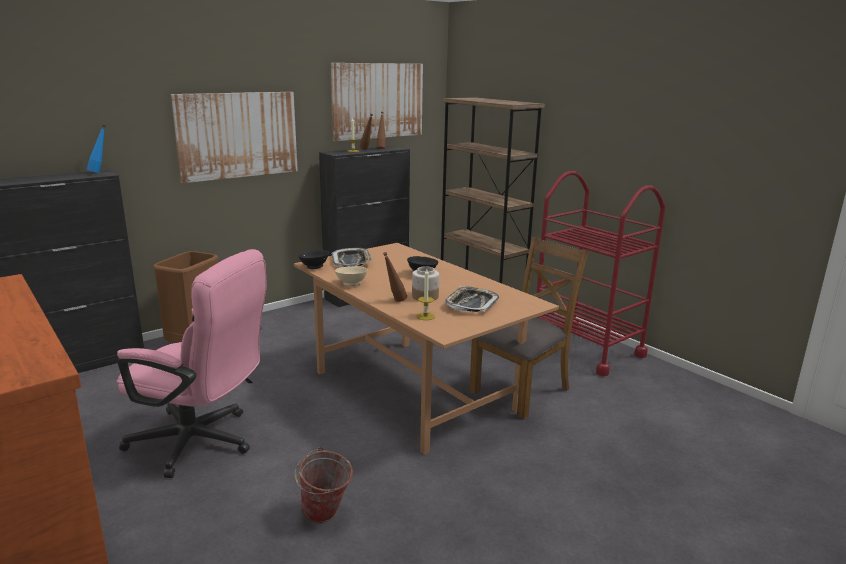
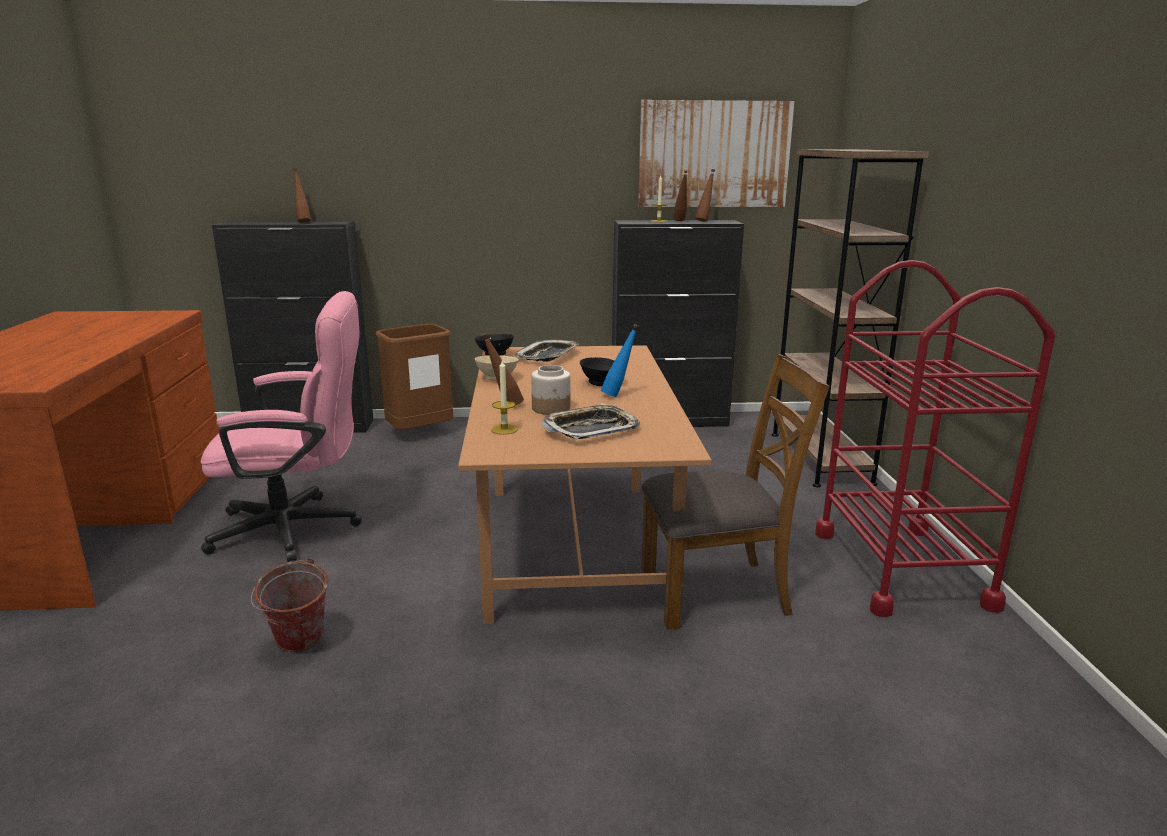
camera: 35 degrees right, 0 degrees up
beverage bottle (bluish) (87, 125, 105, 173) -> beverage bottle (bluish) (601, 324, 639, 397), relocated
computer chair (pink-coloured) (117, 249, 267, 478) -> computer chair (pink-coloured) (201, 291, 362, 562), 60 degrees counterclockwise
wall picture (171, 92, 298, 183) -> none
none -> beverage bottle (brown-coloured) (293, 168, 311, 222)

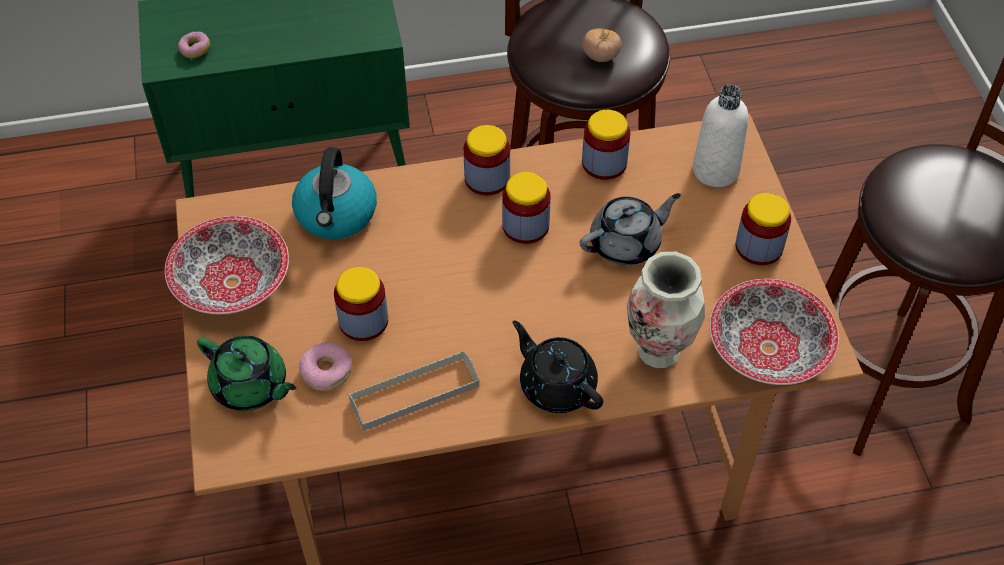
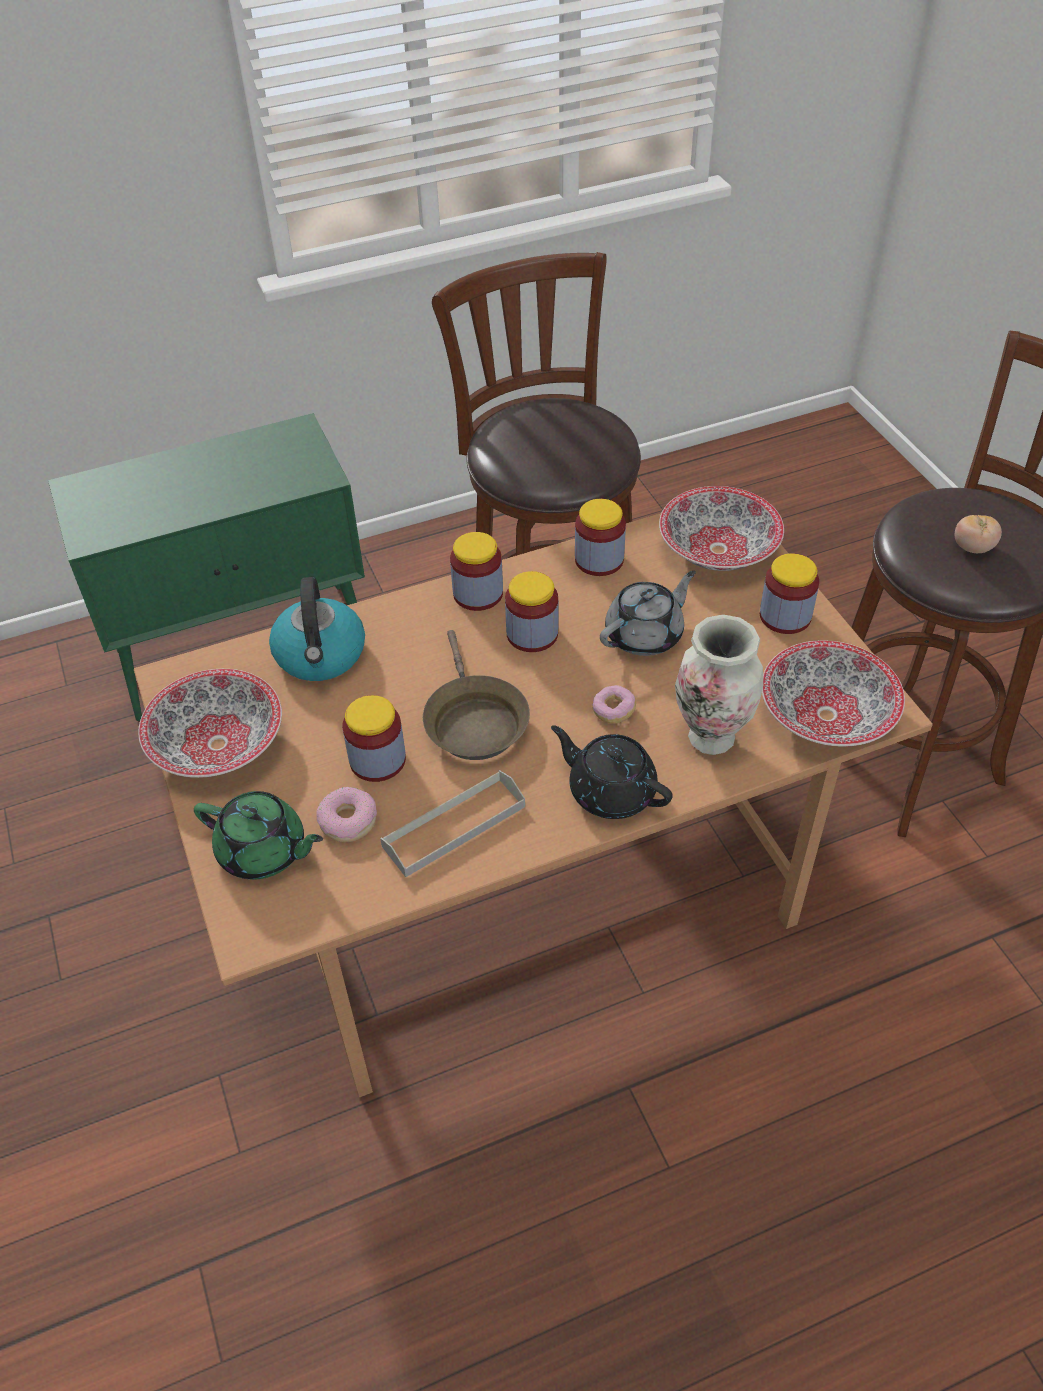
camera: 10 degrees left, 5 degrees down
donut (178, 32, 210, 58) -> donut (592, 685, 636, 723), relocated
fresh tomato (582, 28, 622, 62) -> fresh tomato (955, 515, 1002, 553), relocated
beverage bottle (white-coloured) (693, 85, 748, 187) -> deep dish (659, 486, 784, 571)
none -> skillet (brown-coloured) (423, 630, 530, 760)

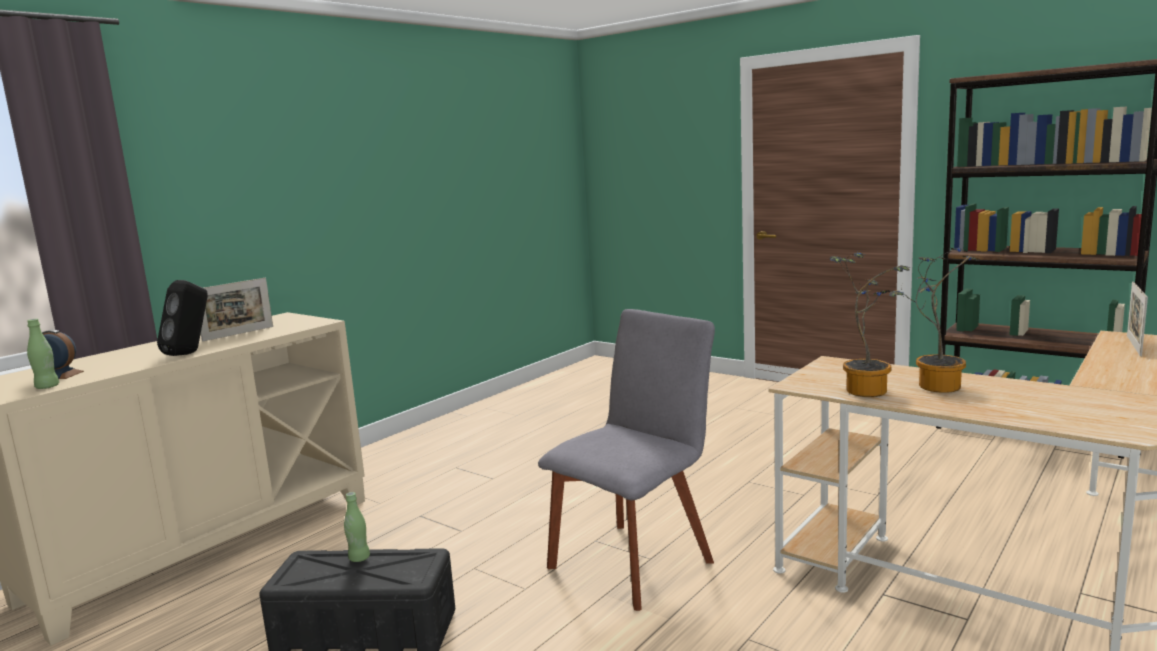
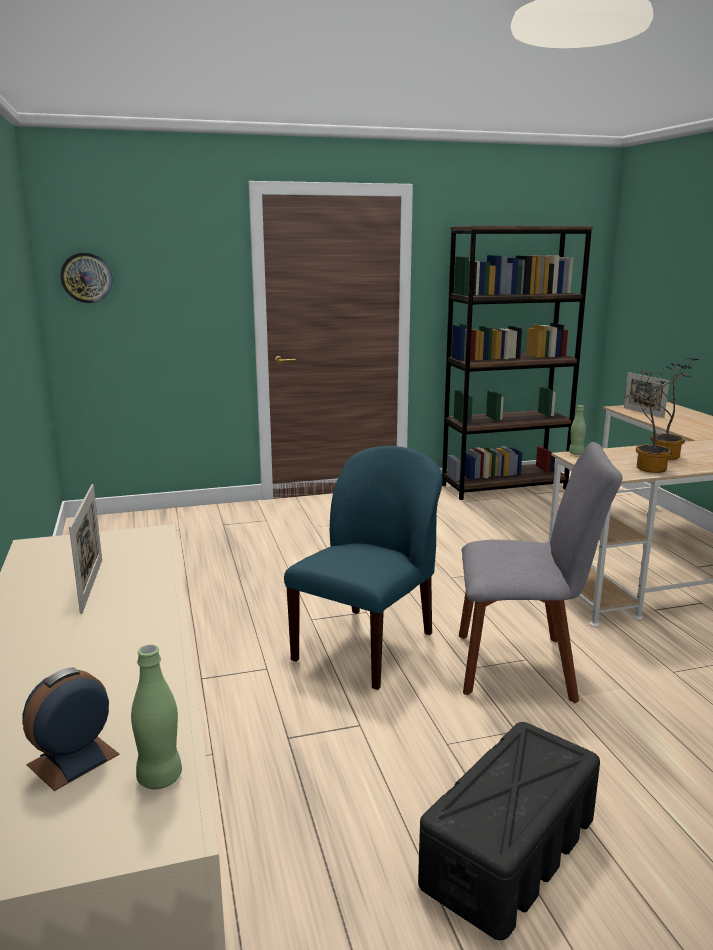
camera: 55 degrees left, 5 degrees up
loudspeaker (blackish) (157, 280, 208, 356) -> none
beverage bottle (green-coloured) (344, 492, 370, 562) -> beverage bottle (green-coloured) (569, 405, 586, 455), relocated
upright chair (gray) (538, 309, 715, 611) -> upright chair (gray) (459, 442, 622, 704), 105 degrees clockwise
none -> wall clock (60, 253, 112, 303)
none -> upright chair (bluish) (284, 446, 443, 690)

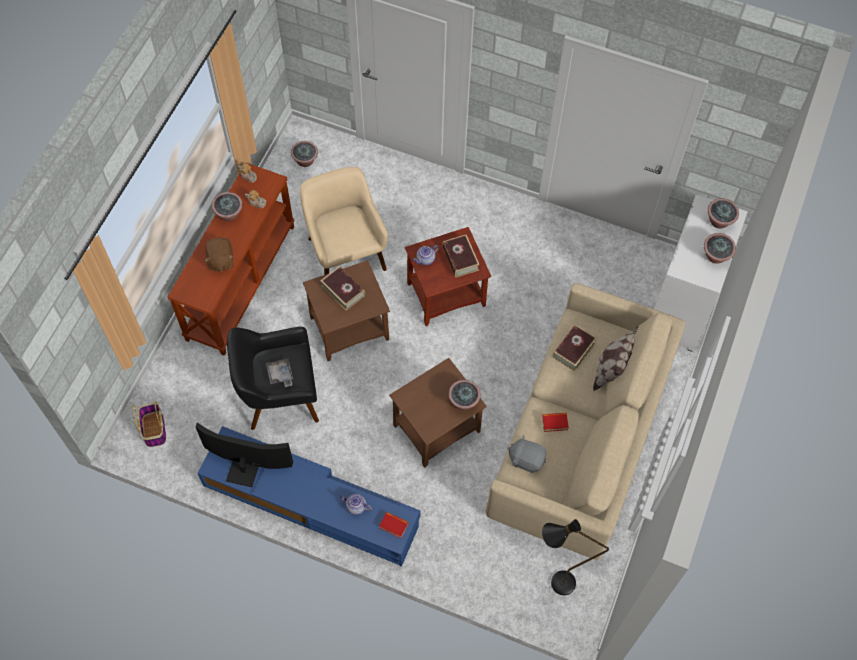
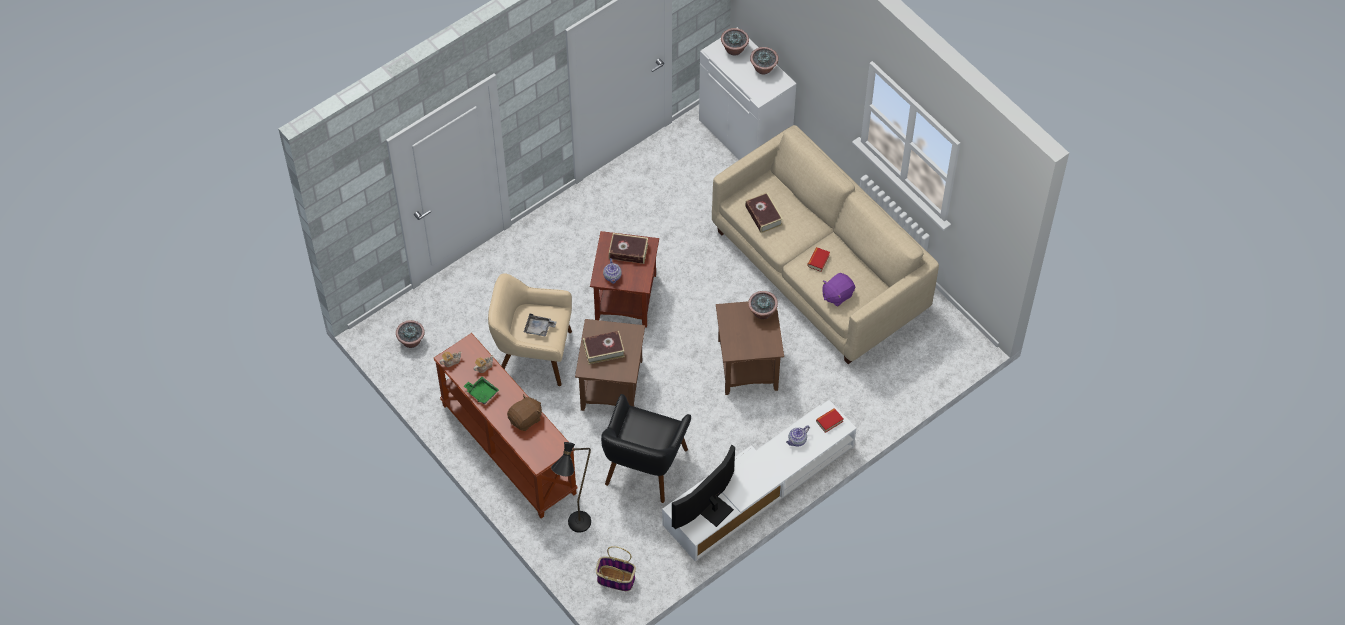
camera: 60 degrees left, 5 degrees down
tv stand (bluish) (197, 426, 420, 567) -> tv stand (white-coloured) (662, 400, 856, 561)
plush toy (brown-coloured) (204, 238, 233, 272) -> plush toy (brown-coloured) (507, 394, 542, 431), 60 degrees counterclockwise
plant in a pot (212, 192, 243, 221) -> carrying tray (green-coloured) (464, 377, 499, 404)
carrying tray (gray) (266, 358, 293, 387) -> carrying tray (gray) (524, 313, 557, 337), relocated
plush toy (gray) (507, 435, 546, 473) -> plush toy (purplish) (822, 273, 855, 307)
standard lamp (blackish) (542, 519, 609, 595) -> standard lamp (blackish) (551, 442, 591, 533), relocated
cushion (593, 326, 639, 391) -> none

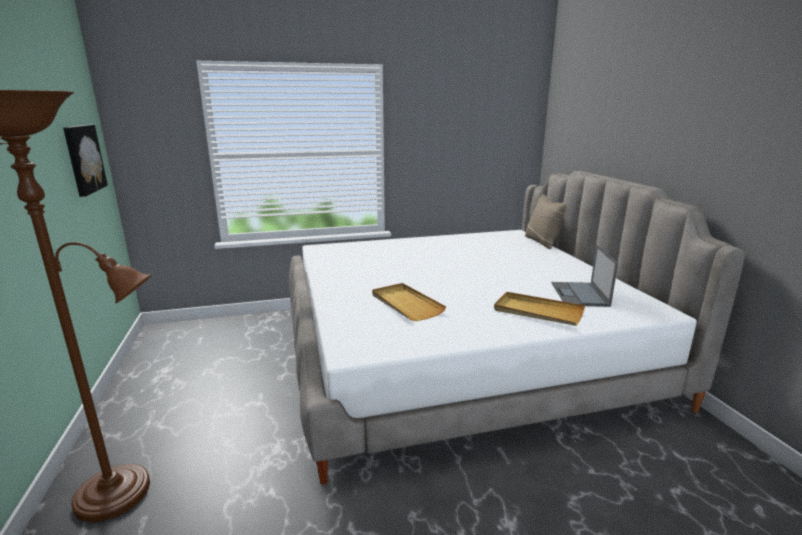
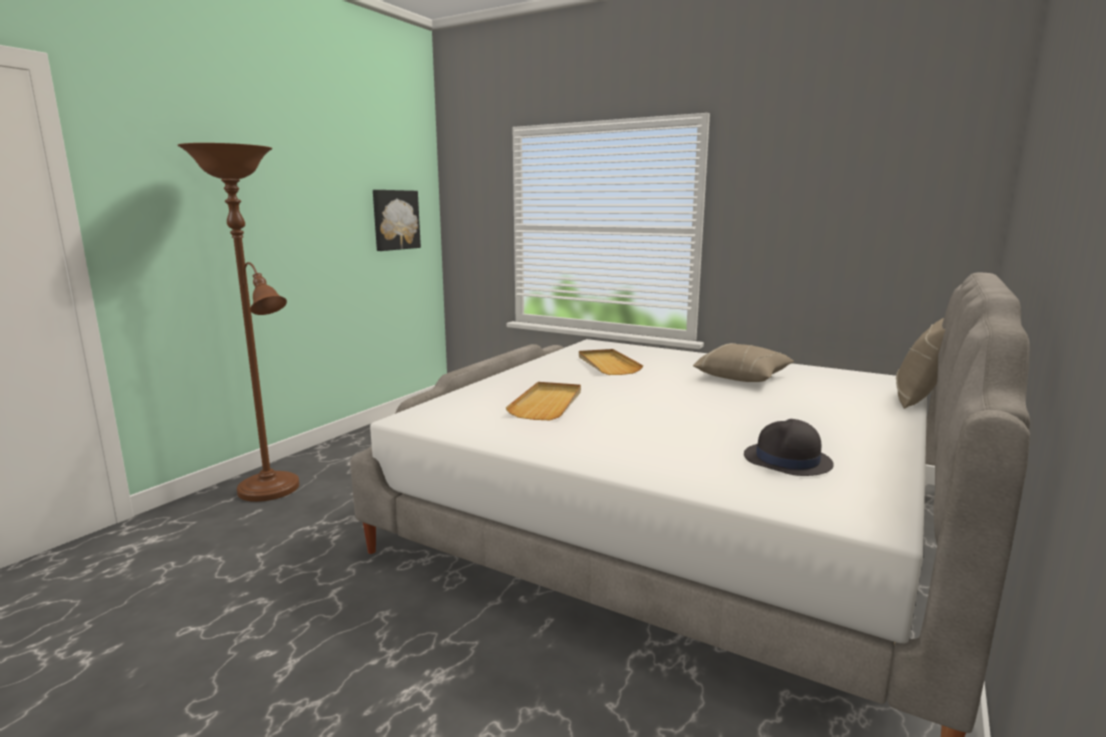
camera: 45 degrees right, 5 degrees down
carrying tray (sand-coloured) (494, 292, 585, 326) -> carrying tray (sand-coloured) (579, 349, 643, 375), relocated
laptop (552, 245, 618, 307) -> wearable hat (blackish) (744, 419, 834, 476)
none -> cushion (sand-coloured) (693, 343, 794, 382)

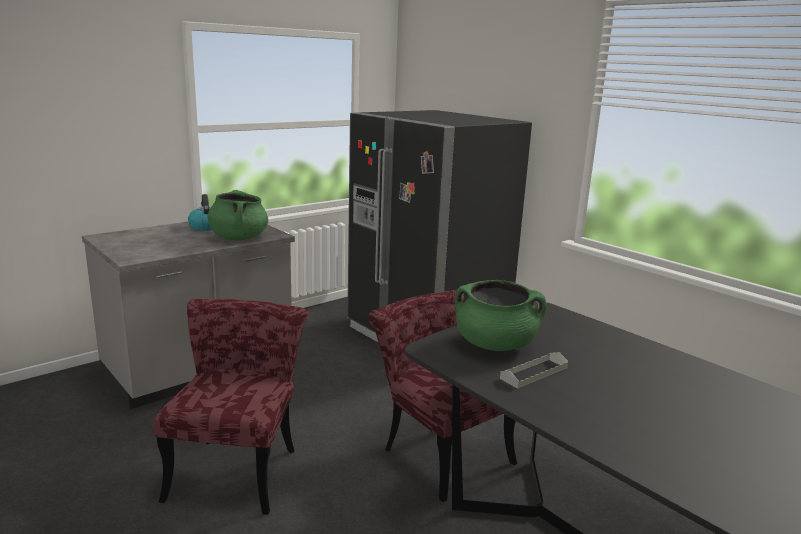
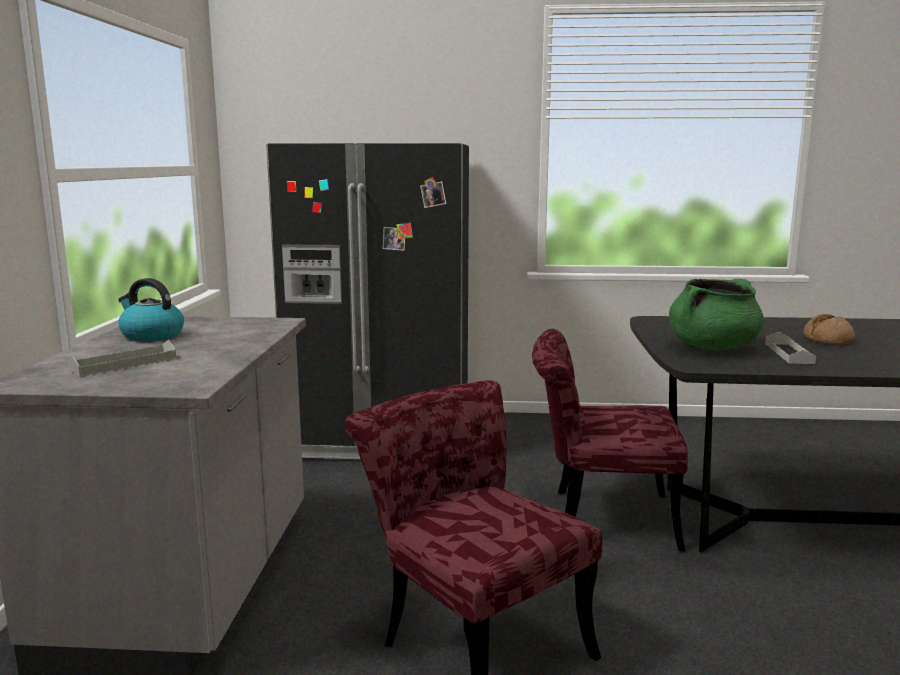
camera: 45 degrees left, 5 degrees down
cooking pot (green-coloured) (207, 190, 268, 240) -> none
none -> carrying tray (gray) (68, 340, 176, 376)
none -> bakery bread (804, 314, 855, 345)

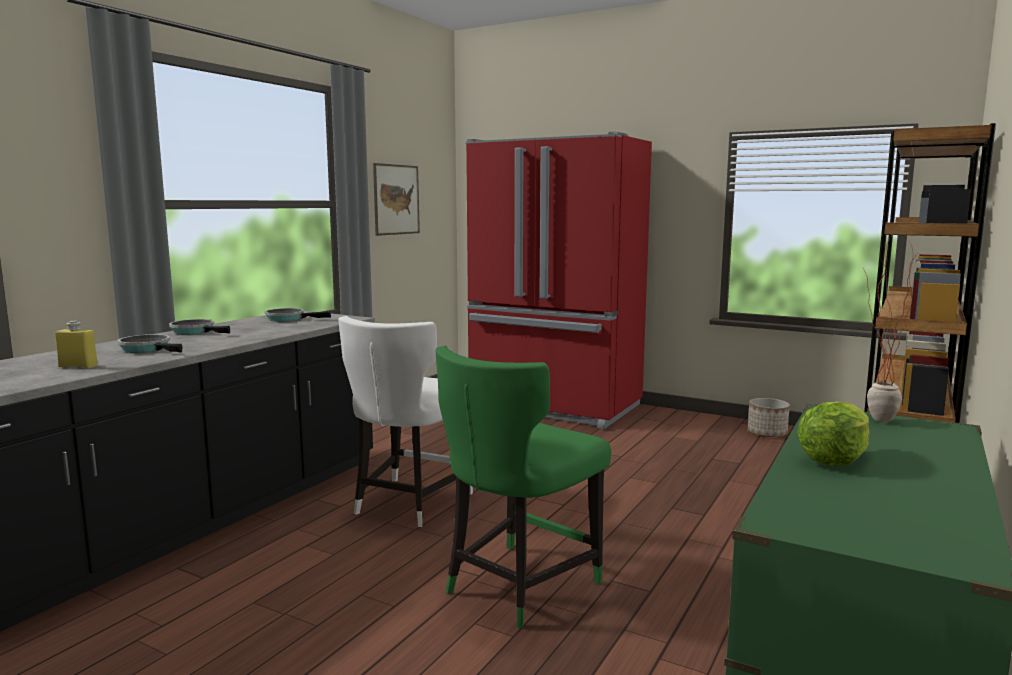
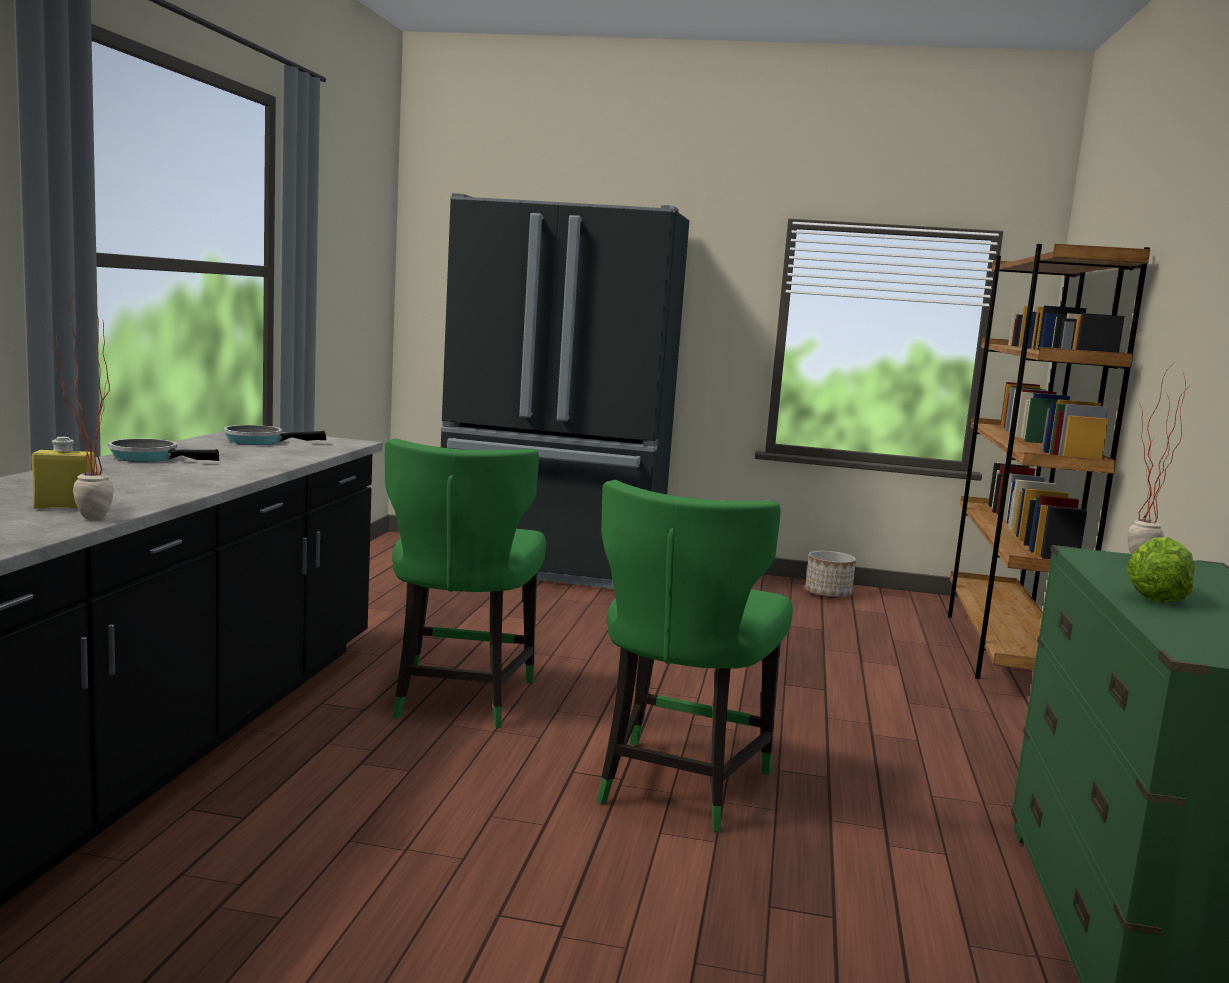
camera: 20 degrees left, 0 degrees up
skillet (117, 334, 182, 353) -> none
upright chair (white-coloured) (339, 316, 473, 527) -> upright chair (green-coloured) (385, 438, 546, 728)
wall picture (373, 163, 420, 236) -> none
fridge (red) (466, 132, 652, 429) -> fridge (blackish) (441, 193, 689, 589)
none -> plant in a pot (44, 292, 114, 520)

